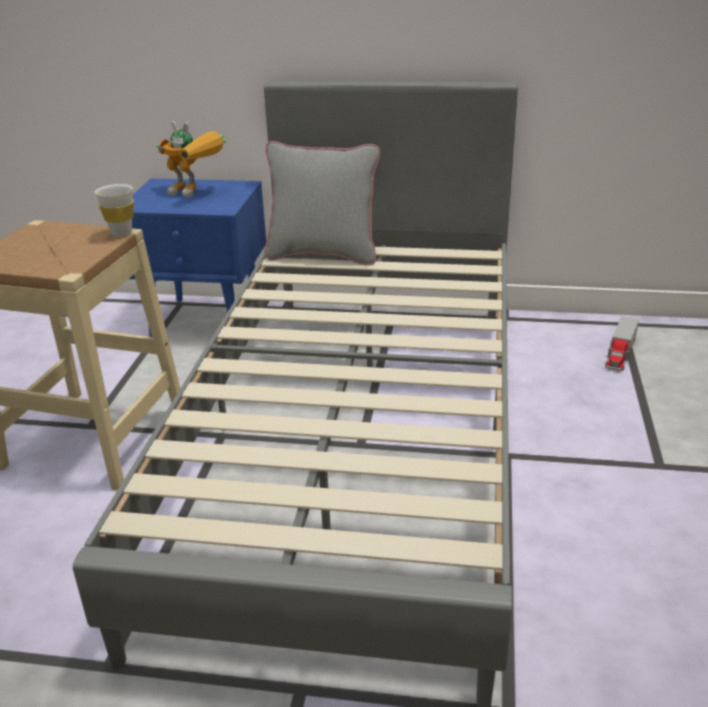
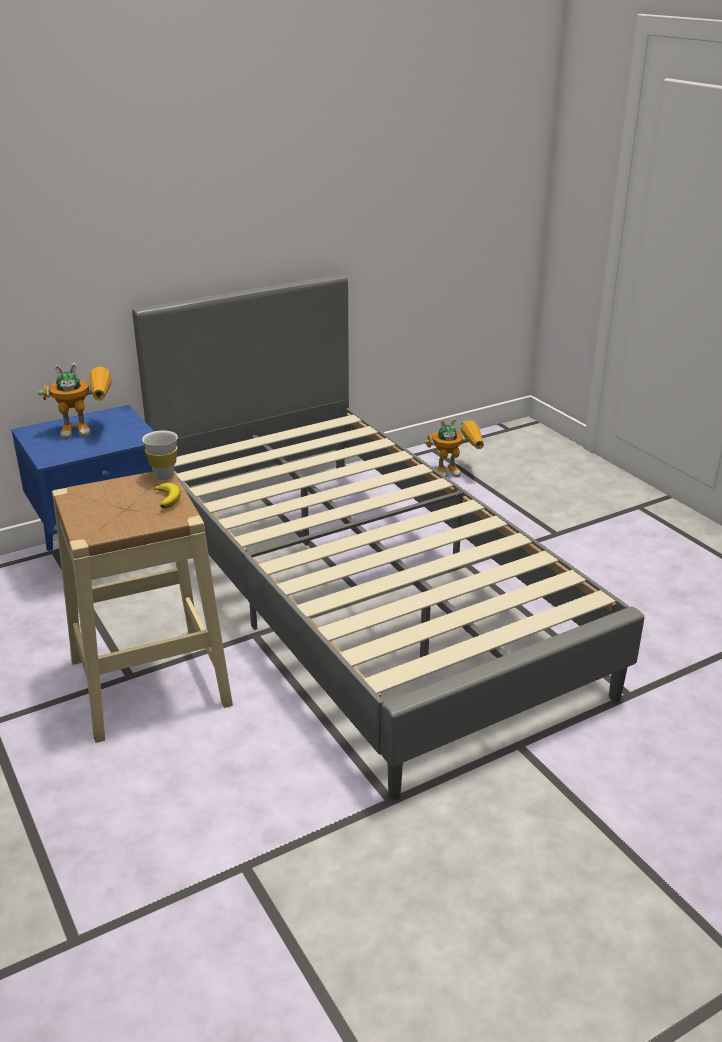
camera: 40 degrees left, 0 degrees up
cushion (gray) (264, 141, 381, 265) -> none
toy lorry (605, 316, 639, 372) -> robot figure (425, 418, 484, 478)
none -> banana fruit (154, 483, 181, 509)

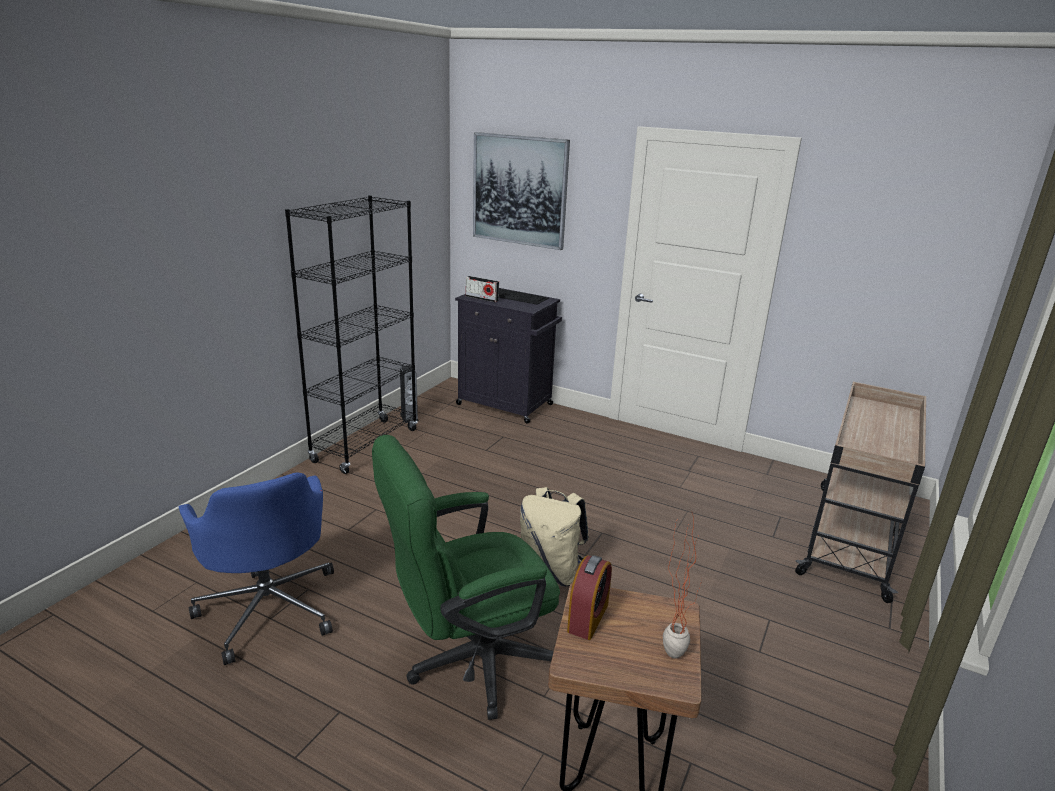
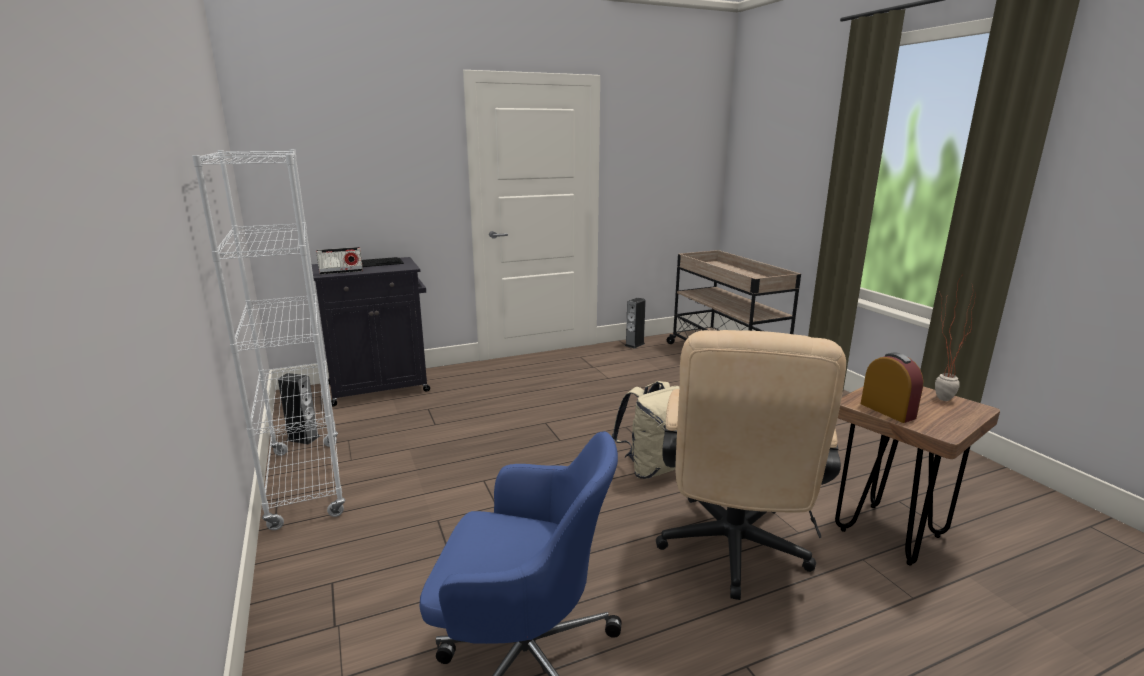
camera: 50 degrees left, 5 degrees down
shelving unit (blackish) (285, 195, 417, 474) -> shelving unit (white-coloured) (192, 149, 345, 530)
computer chair (green-coloured) (372, 435, 560, 720) -> computer chair (sand-coloured) (656, 330, 846, 600)
wall picture (473, 132, 570, 250) -> none
none -> loudspeaker (625, 298, 646, 349)

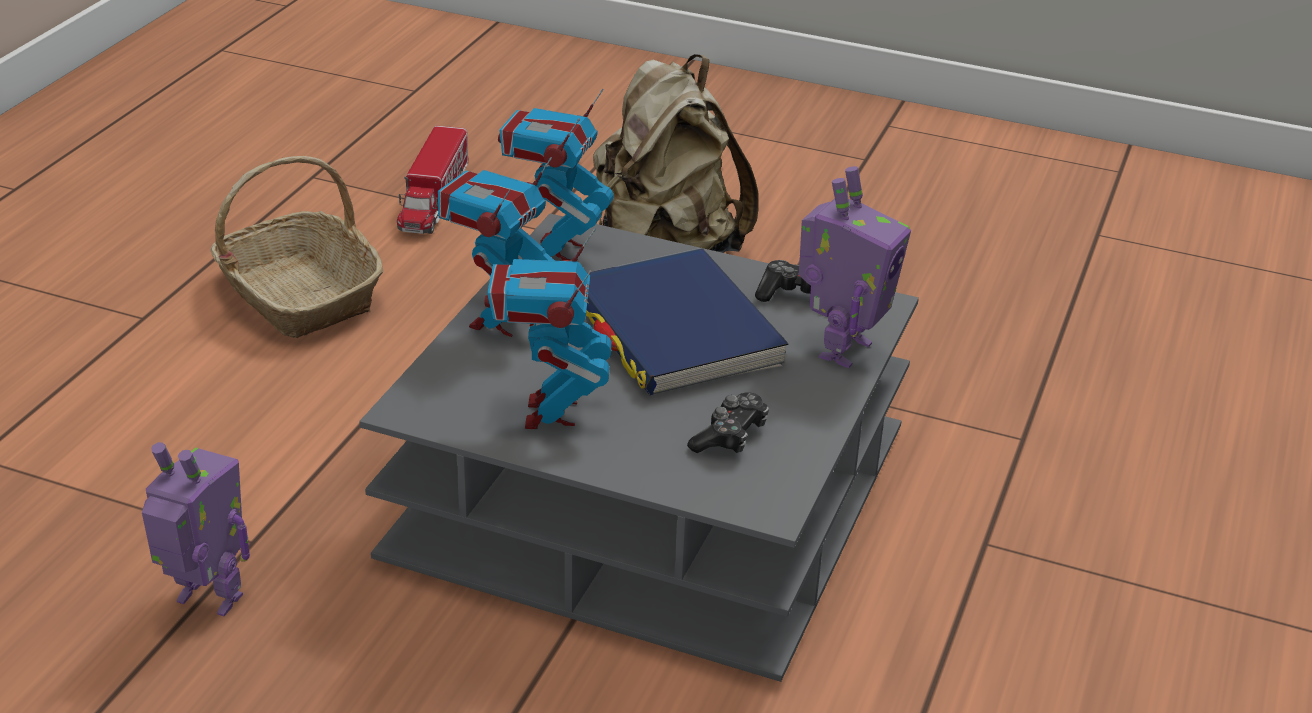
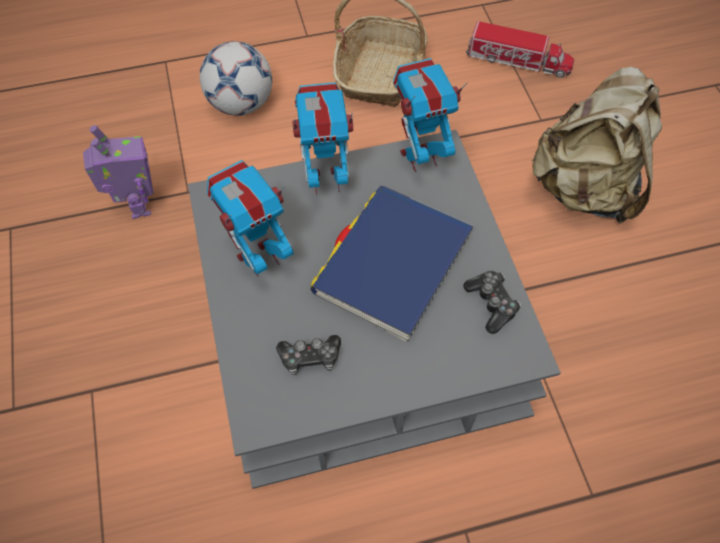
camera: 55 degrees right, 25 degrees up
toy lorry (397, 126, 468, 234) -> toy lorry (466, 21, 574, 78), 135 degrees counterclockwise
robot figure (799, 166, 911, 368) -> none
none -> ball for football (200, 41, 272, 116)

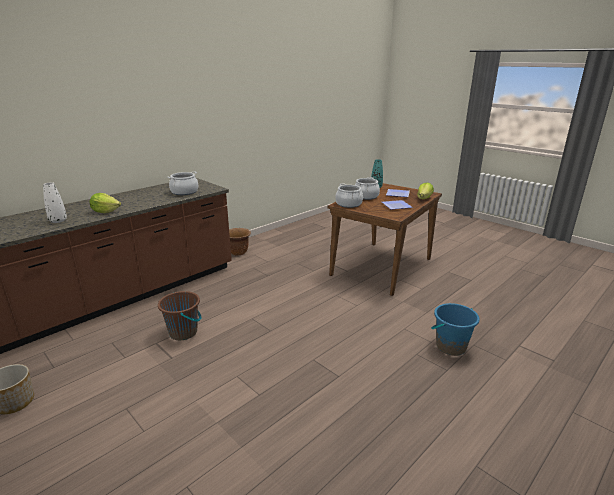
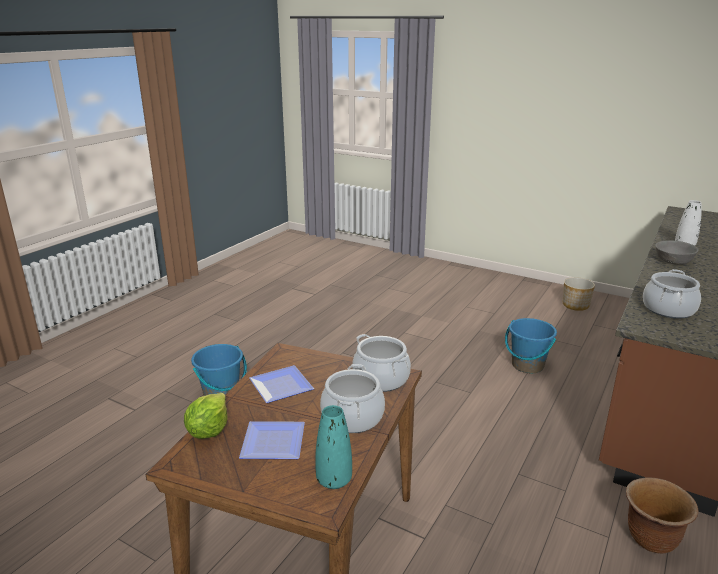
camera: 165 degrees right, 0 degrees up
head of lettuce (89, 193, 121, 213) -> deep dish (gray) (655, 240, 699, 265)
pail (brown-coloured) (158, 291, 201, 340) -> pail (bluish) (505, 318, 557, 373)

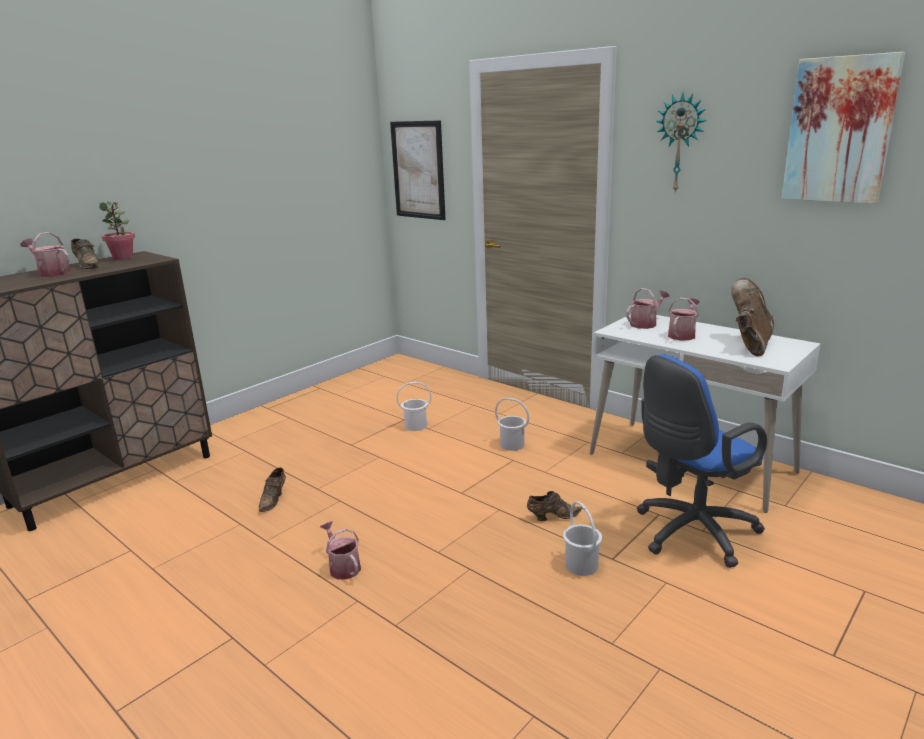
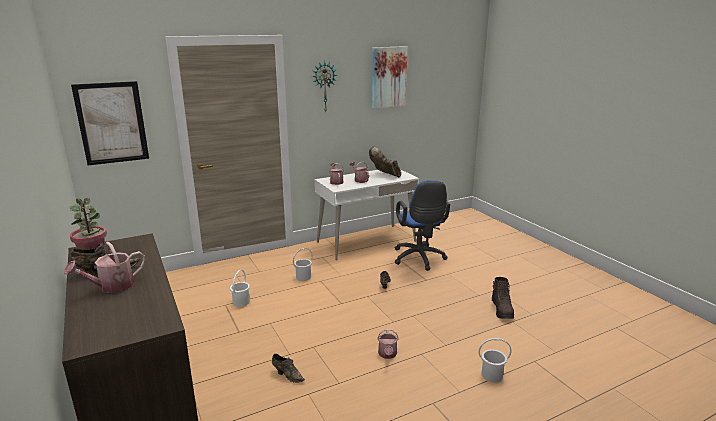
camera: 70 degrees left, 0 degrees up
watering pot (320, 521, 361, 579) -> watering pot (377, 329, 399, 359), 75 degrees counterclockwise
pail (white-coloured) (563, 502, 602, 576) -> pail (white-coloured) (479, 338, 511, 382), relocated
none -> high-top boot (brown-coloured) (492, 277, 514, 319)

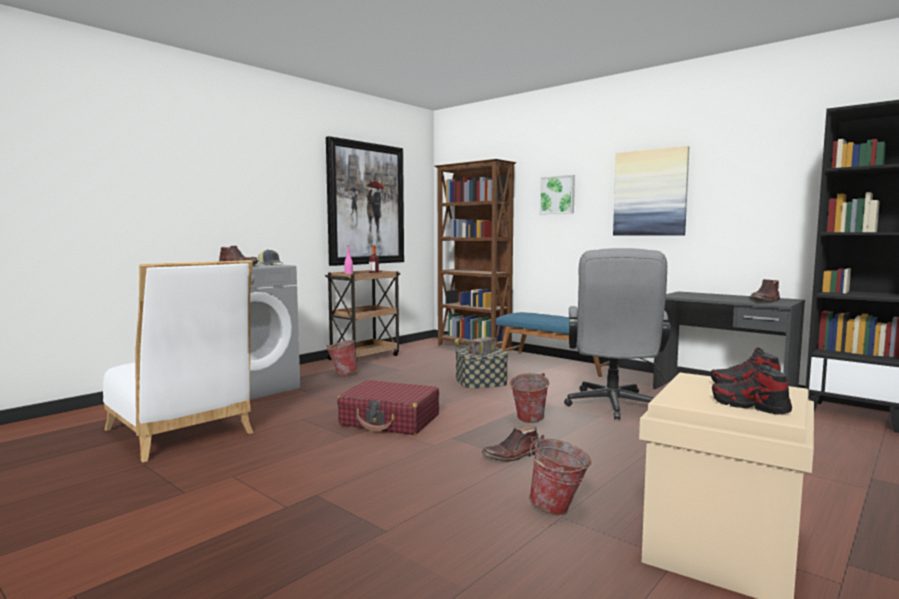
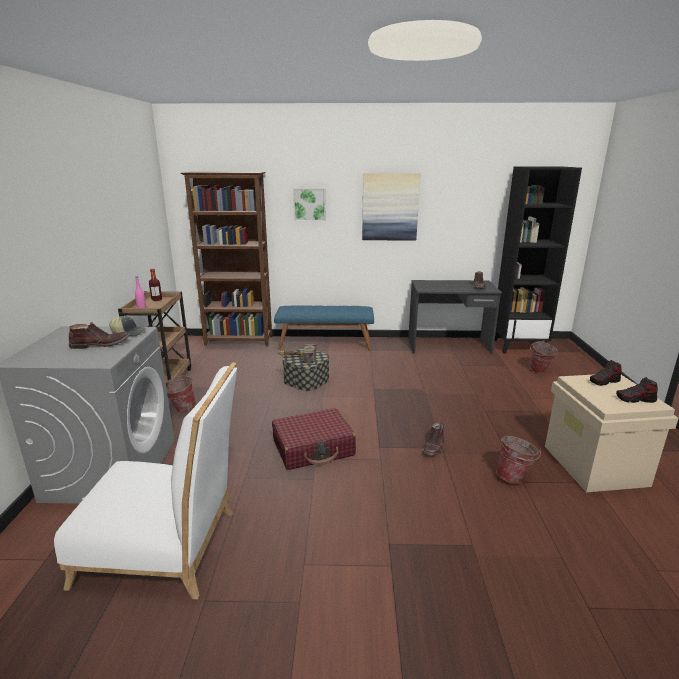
camera: 40 degrees left, 15 degrees up
wall picture (326, 136, 404, 266) -> none
pail (508, 373, 549, 423) -> pail (529, 340, 558, 373), relocated
computer chair (gray) (564, 248, 671, 420) -> none

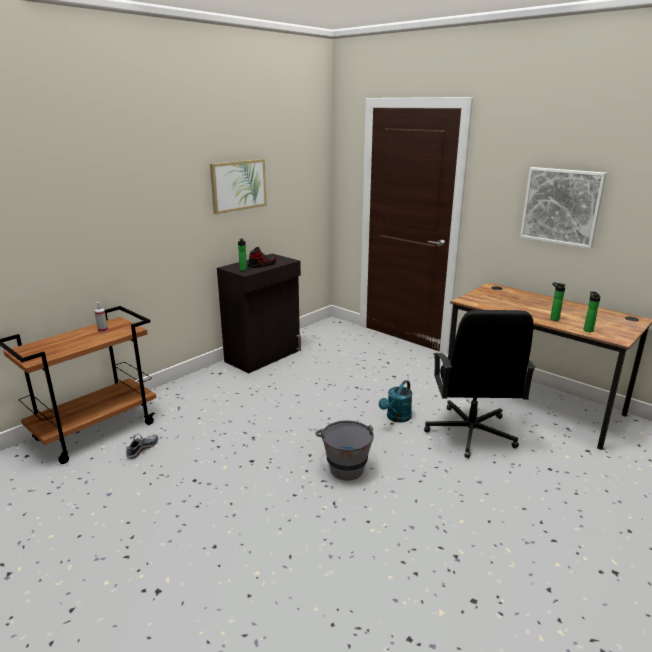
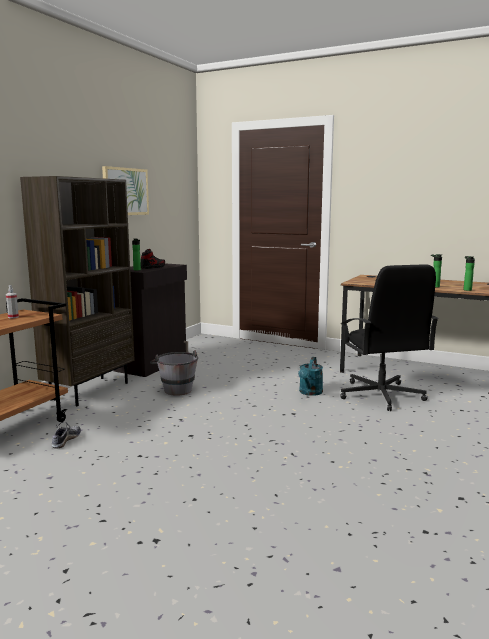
camera: 15 degrees left, 10 degrees down
pail (gray) (315, 420, 374, 481) -> pail (gray) (150, 350, 198, 396), relocated
wall picture (520, 167, 607, 249) -> none
none -> shelving unit (brown-coloured) (20, 176, 135, 406)

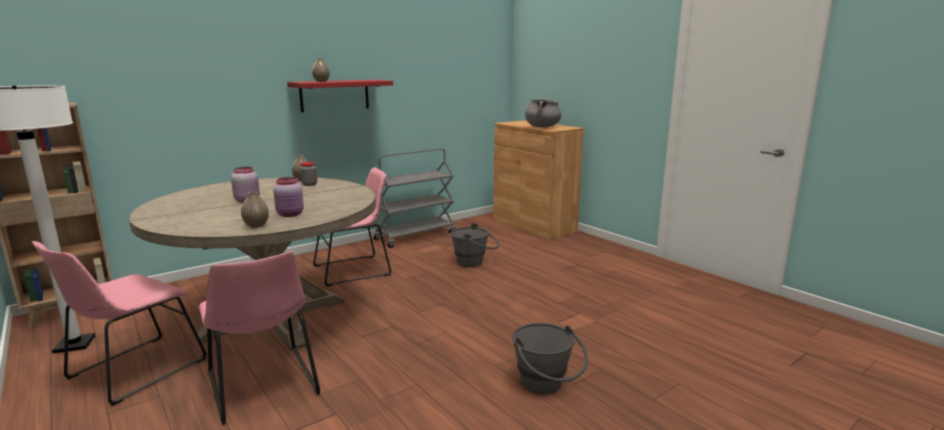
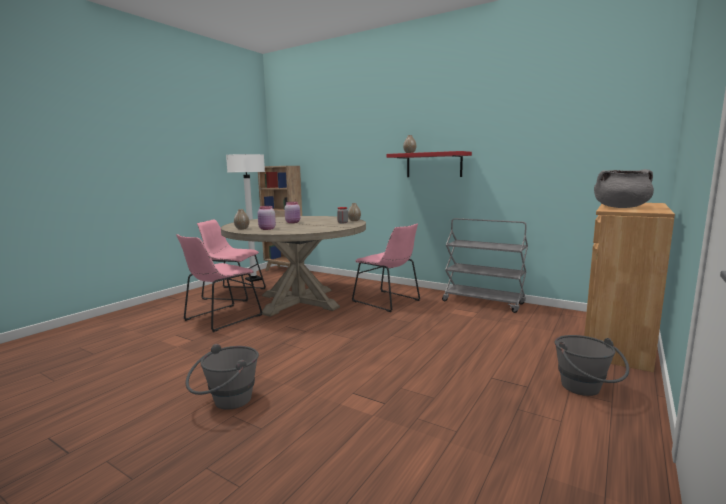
camera: 70 degrees right, 5 degrees down
pail (gray) (450, 223, 500, 267) -> pail (gray) (554, 335, 629, 396), relocated

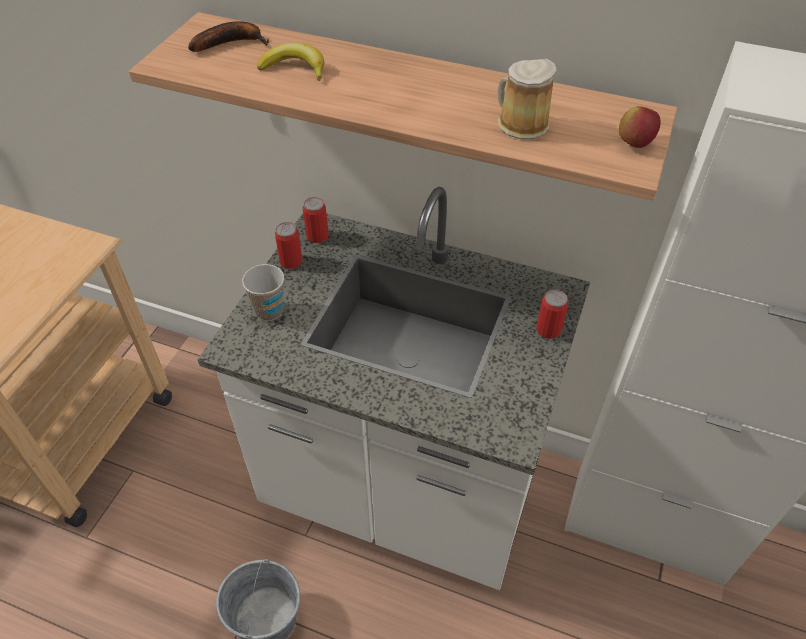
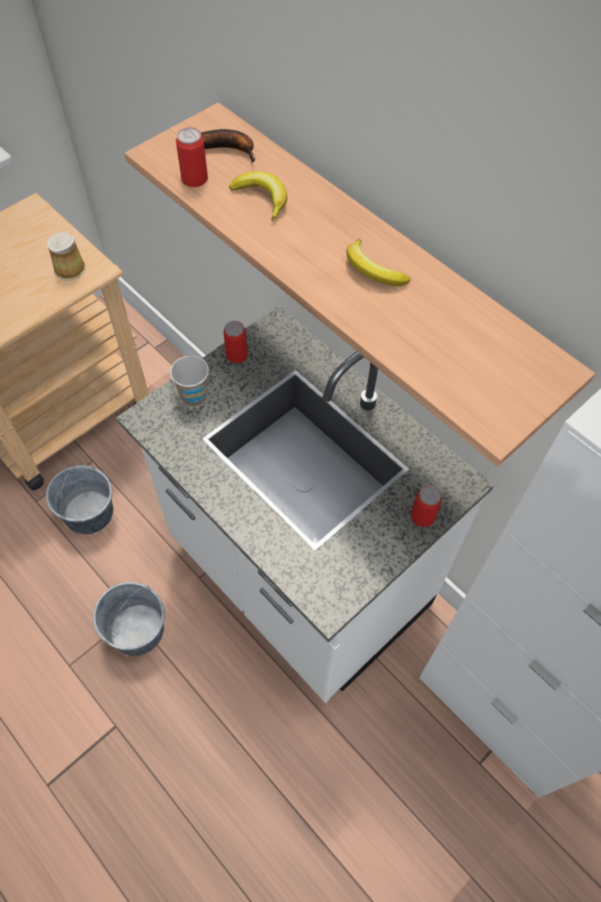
camera: 25 degrees right, 10 degrees up
sealed can (303, 197, 329, 243) -> sealed can (176, 127, 208, 187), relocated
mug (498, 59, 557, 139) -> mug (47, 233, 86, 281), relocated
whole apple (619, 106, 661, 148) -> none
none -> pail (gray) (46, 463, 113, 534)
none -> banana fruit (346, 239, 410, 286)

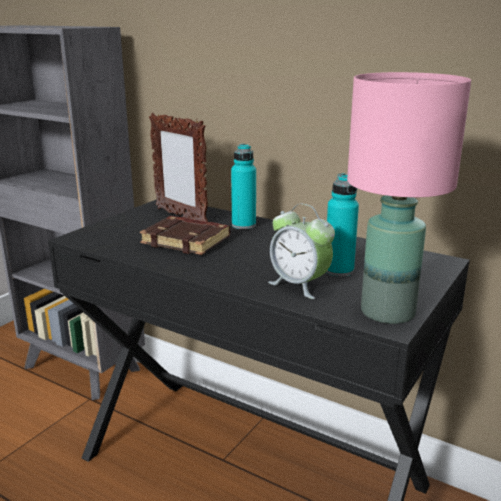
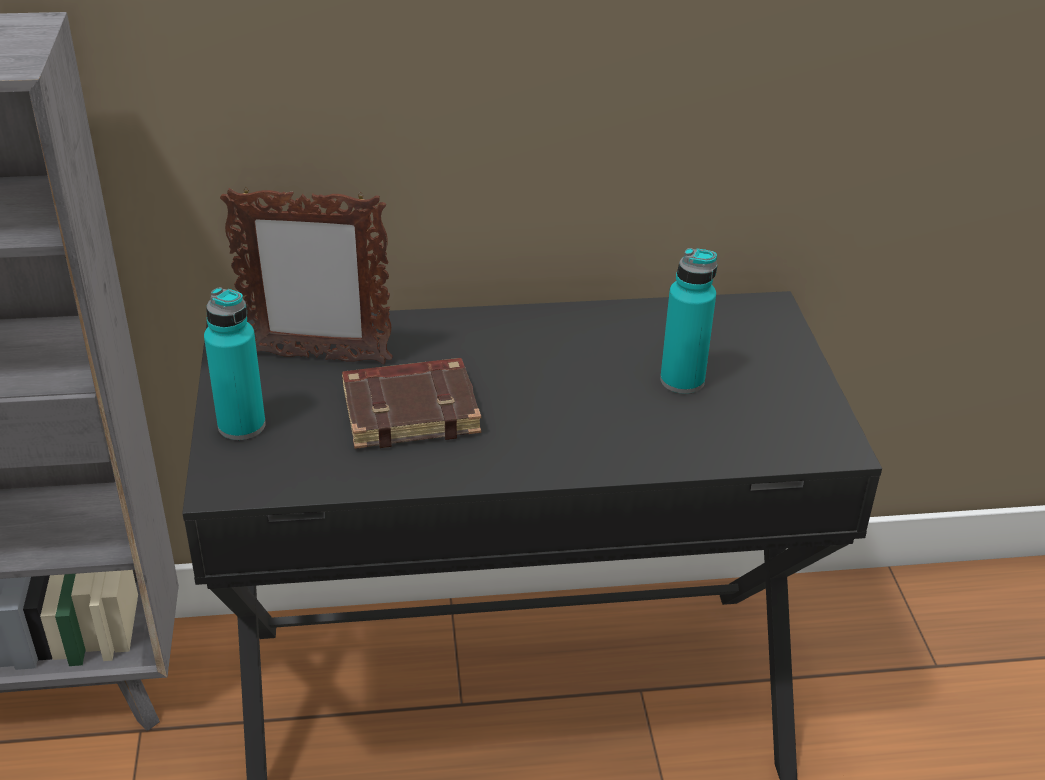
camera: 40 degrees left, 15 degrees up
beverage bottle (turquoise-coloured) (231, 144, 256, 229) -> beverage bottle (turquoise-coloured) (204, 287, 266, 440), relocated
table clock (268, 204, 335, 299) -> none
table lamp (pink-coloured) (347, 72, 471, 324) -> none

